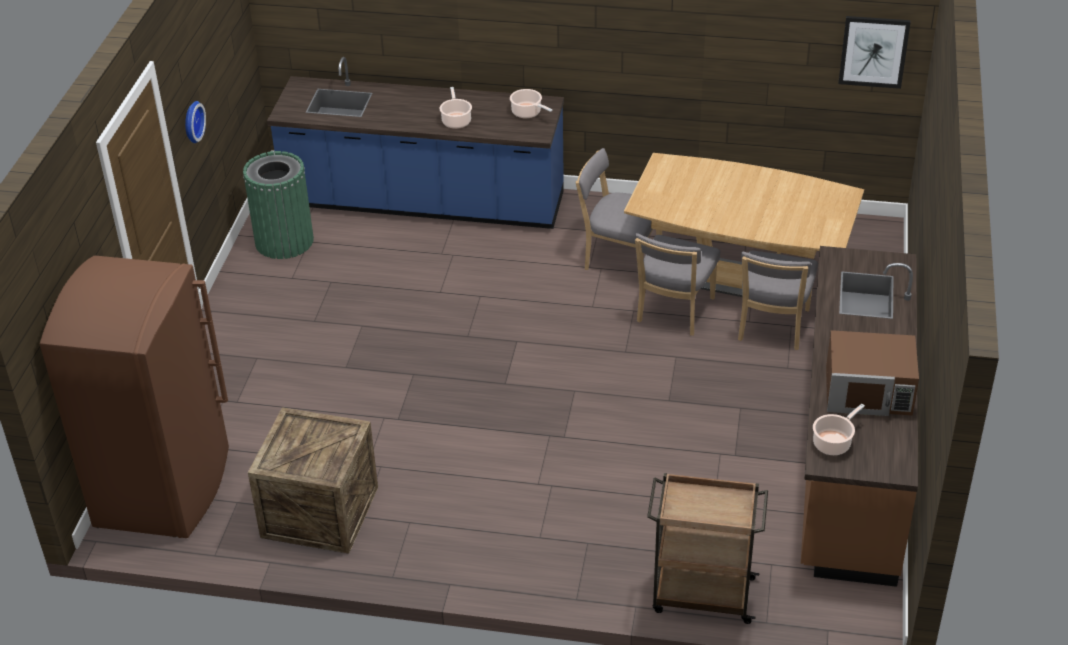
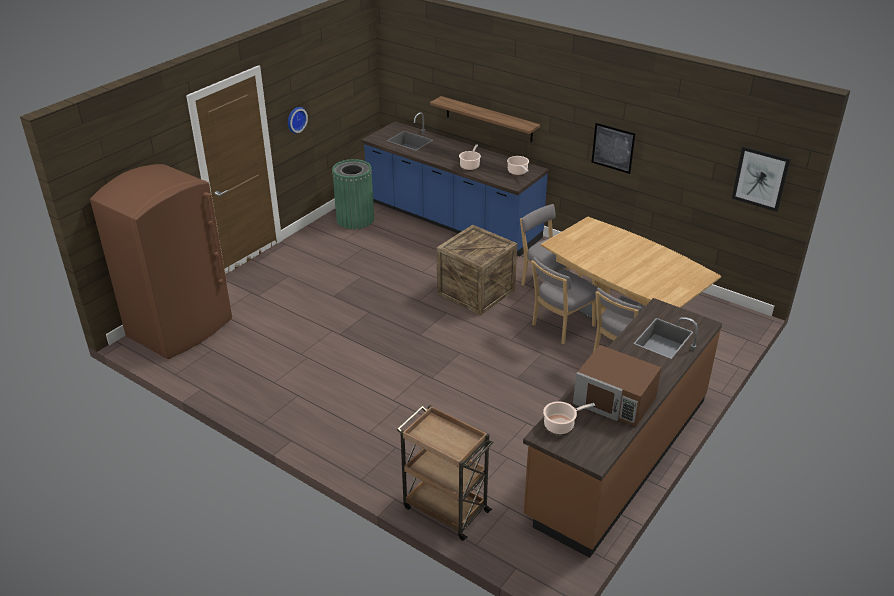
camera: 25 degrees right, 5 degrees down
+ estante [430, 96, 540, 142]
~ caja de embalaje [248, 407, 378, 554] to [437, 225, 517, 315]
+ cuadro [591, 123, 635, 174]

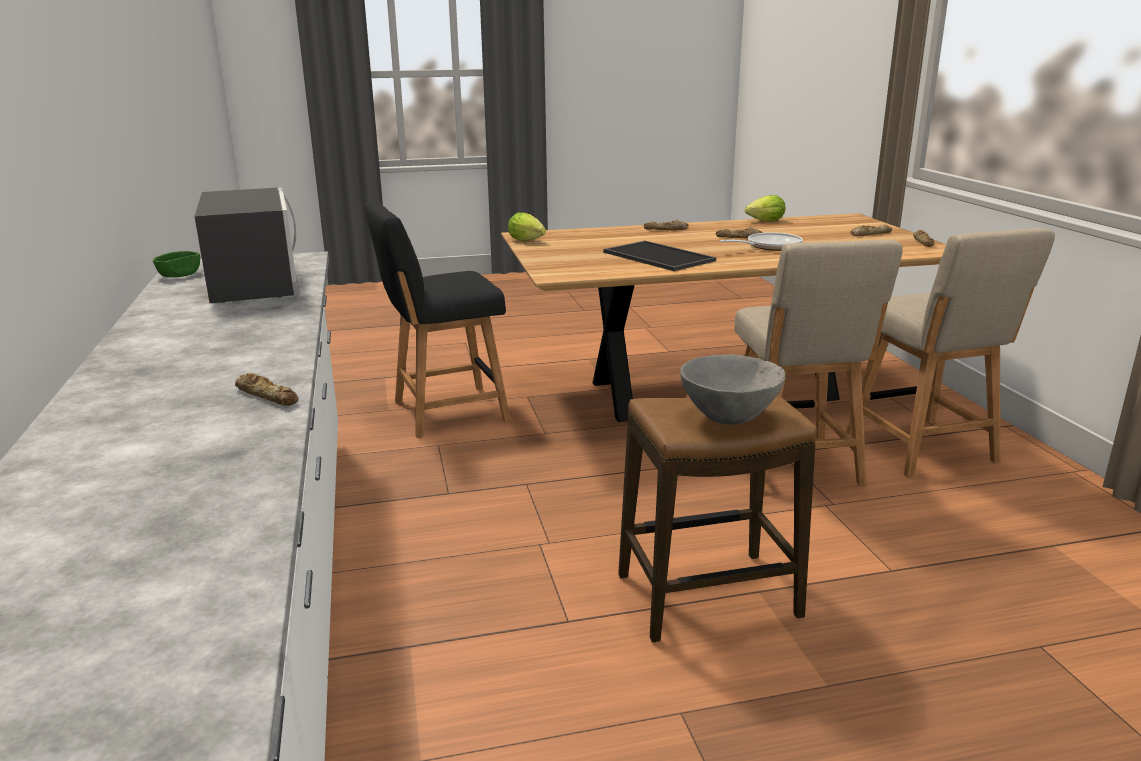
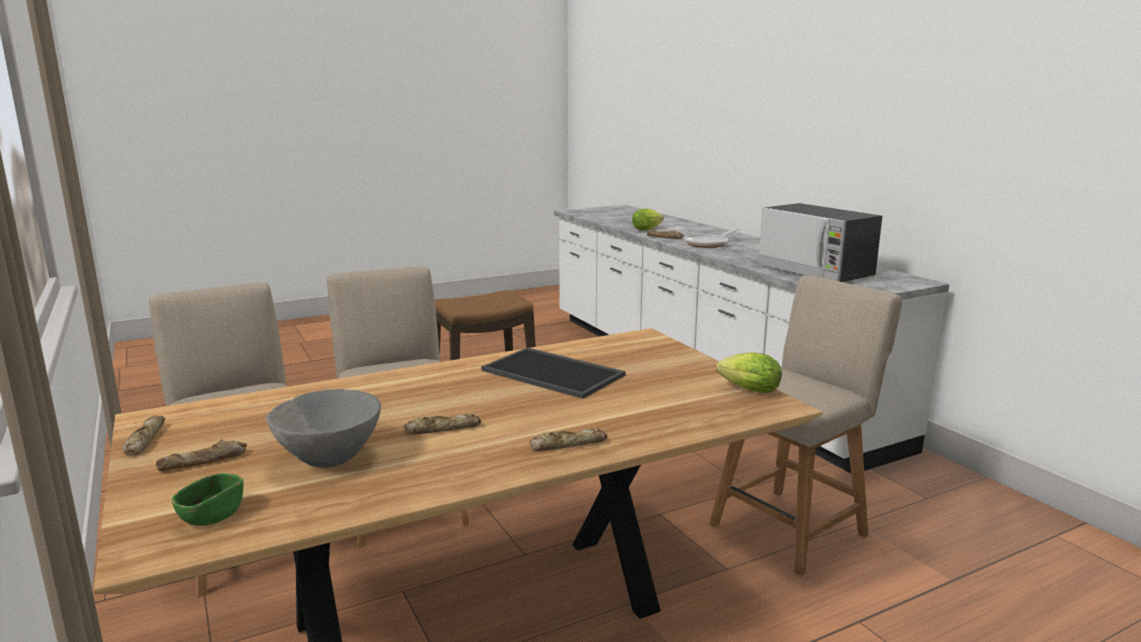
camera: 165 degrees right, 5 degrees down
~ cuenco (verde) [153, 251, 200, 278] to [172, 473, 244, 526]
~ cuenco (gris) [680, 355, 785, 425] to [266, 389, 381, 467]
~ lechuga [745, 195, 785, 221] to [632, 209, 664, 230]
~ sartén [719, 232, 803, 251] to [685, 228, 741, 248]
~ silla (negro) [364, 201, 511, 438] to silla (beis) [709, 276, 902, 577]

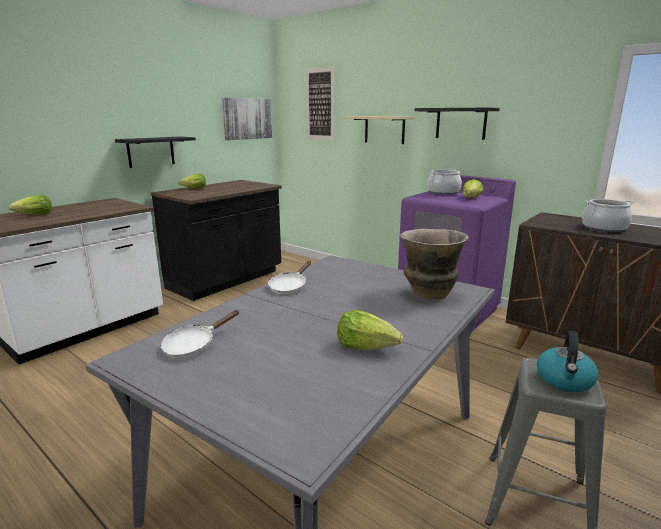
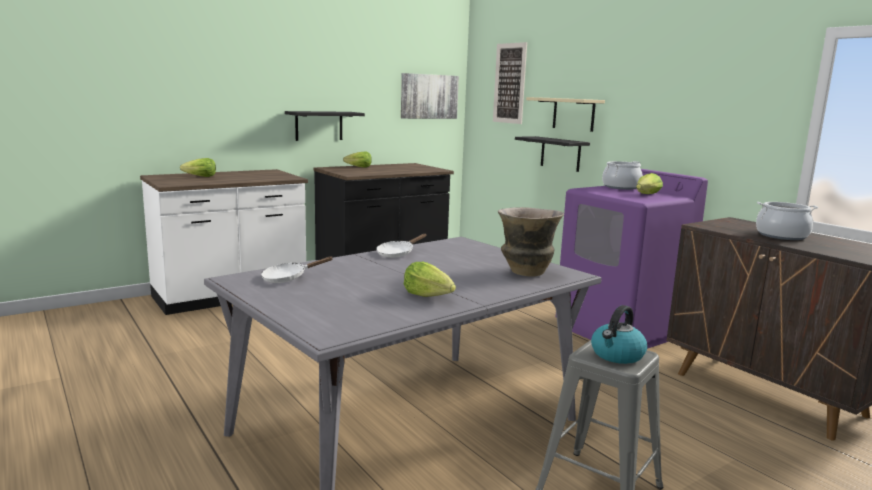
camera: 15 degrees right, 5 degrees down
~ estante (negro) [415, 108, 500, 140] to [515, 136, 590, 172]

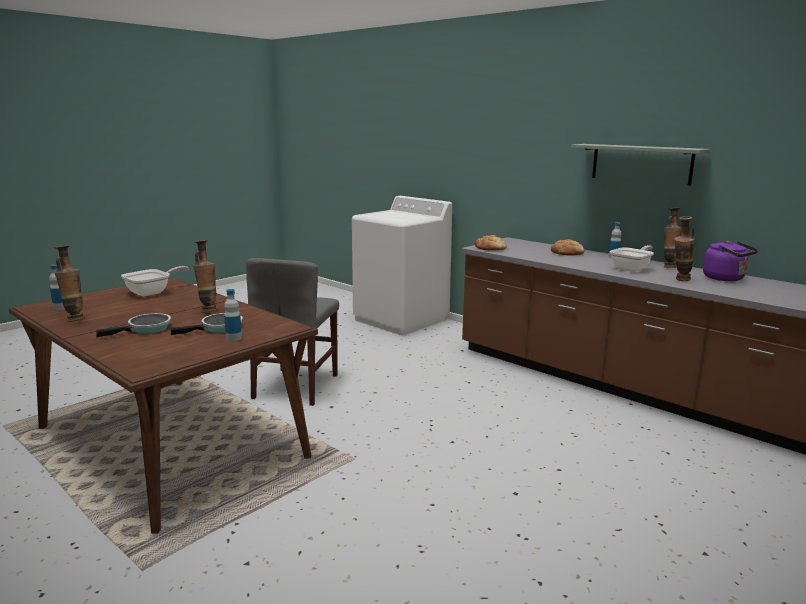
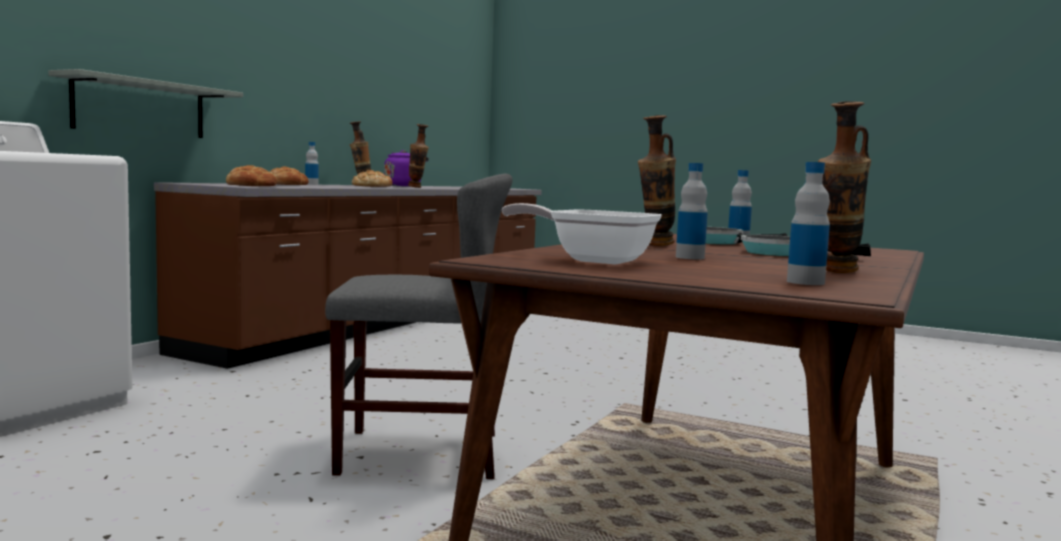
camera: 105 degrees left, 10 degrees down
~ estante (gris) [571, 144, 711, 186] to [48, 69, 243, 138]
~ sartén [610, 245, 654, 272] to pan [352, 170, 393, 187]
+ botella [676, 163, 708, 260]

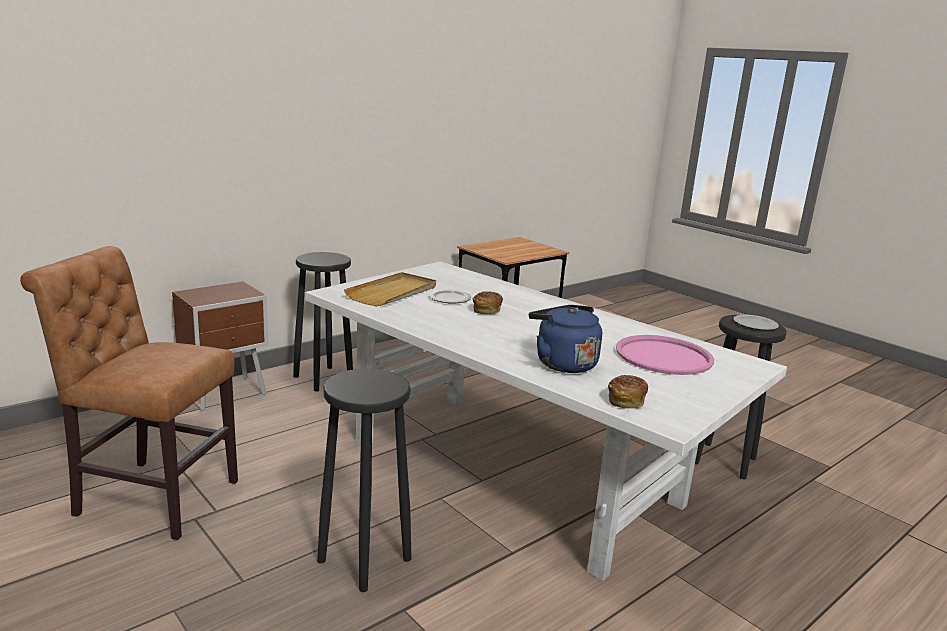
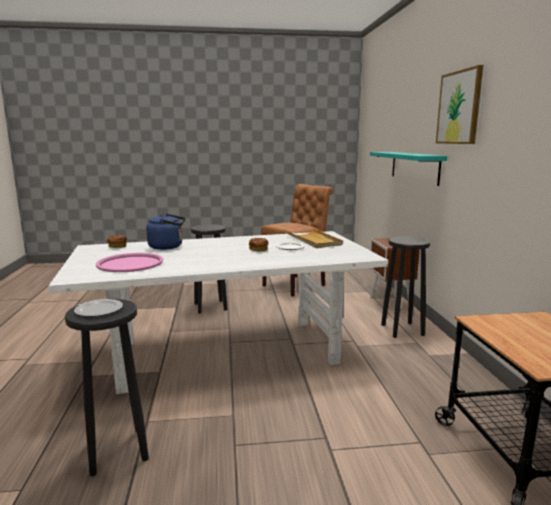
camera: 125 degrees right, 5 degrees down
+ estante (turquesa) [370, 152, 447, 186]
+ cuadro [436, 65, 483, 144]

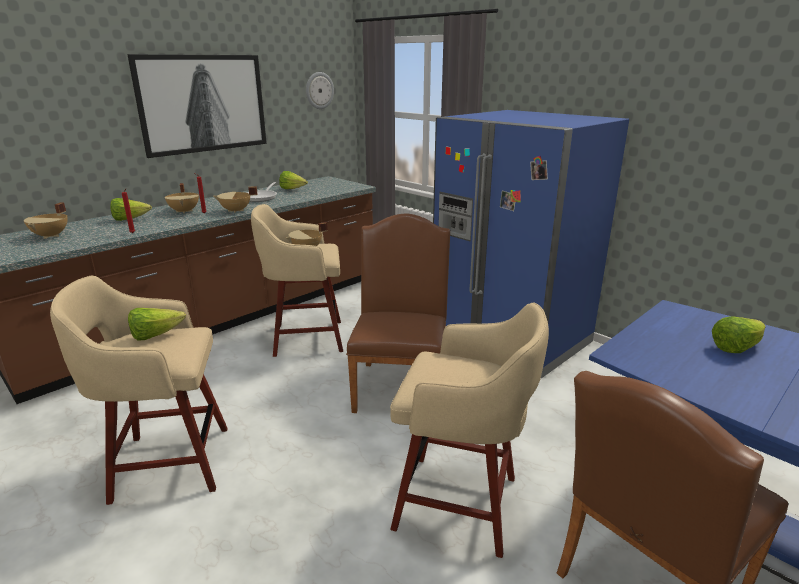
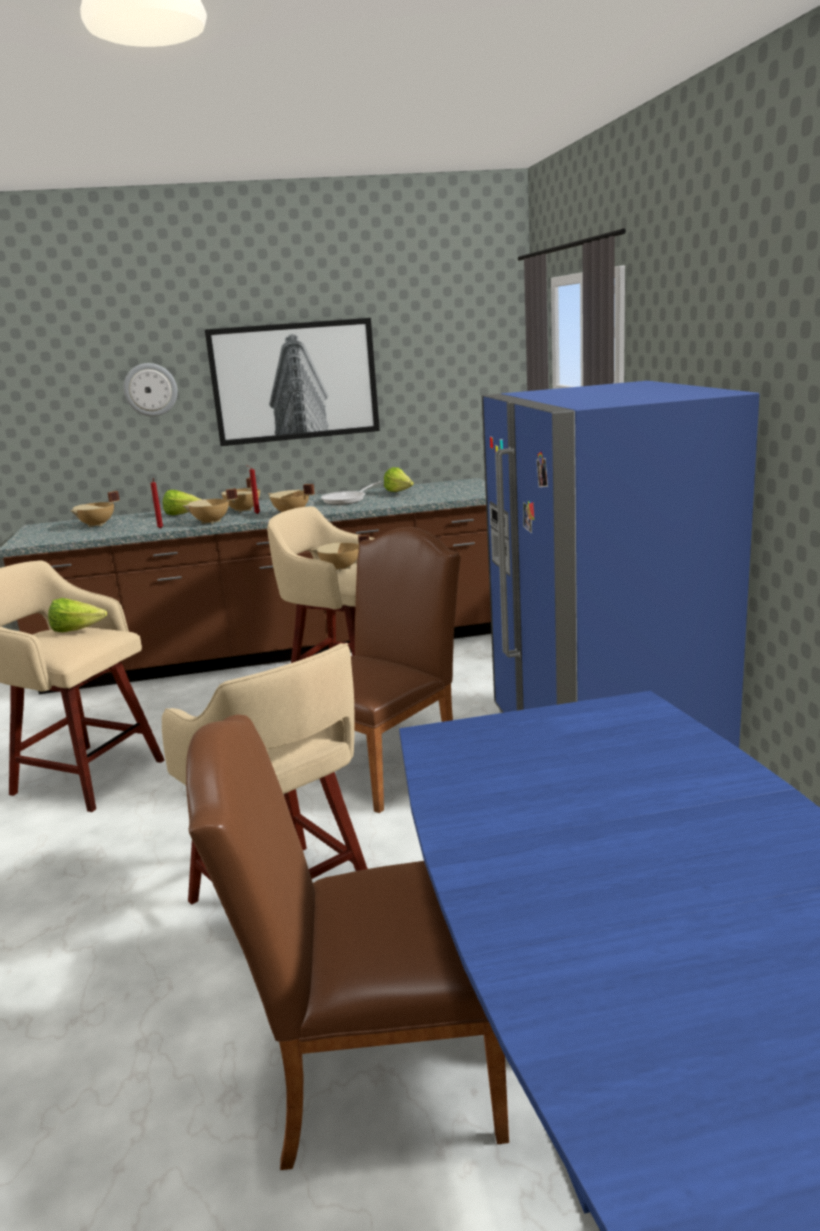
camera: 35 degrees right, 5 degrees down
~ reloj de pared [306, 72, 334, 109] to [124, 363, 178, 417]
+ olla (beis) [183, 488, 238, 524]
- lechuga [712, 316, 765, 353]

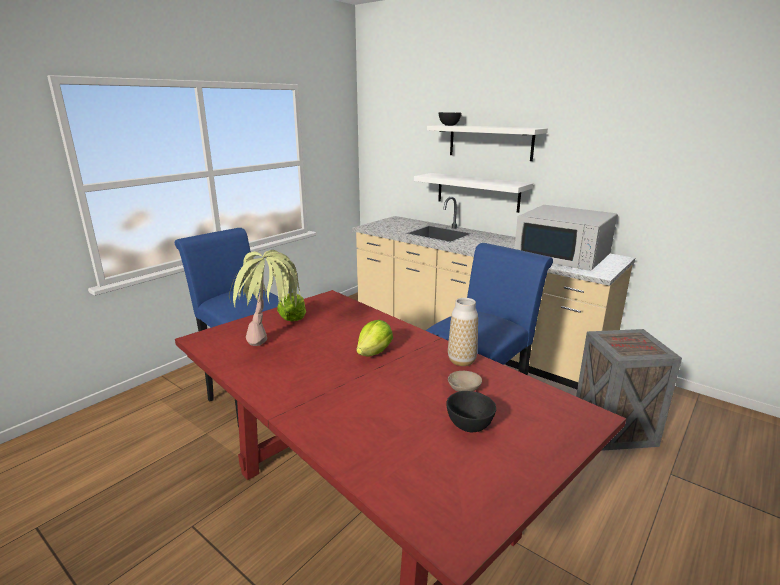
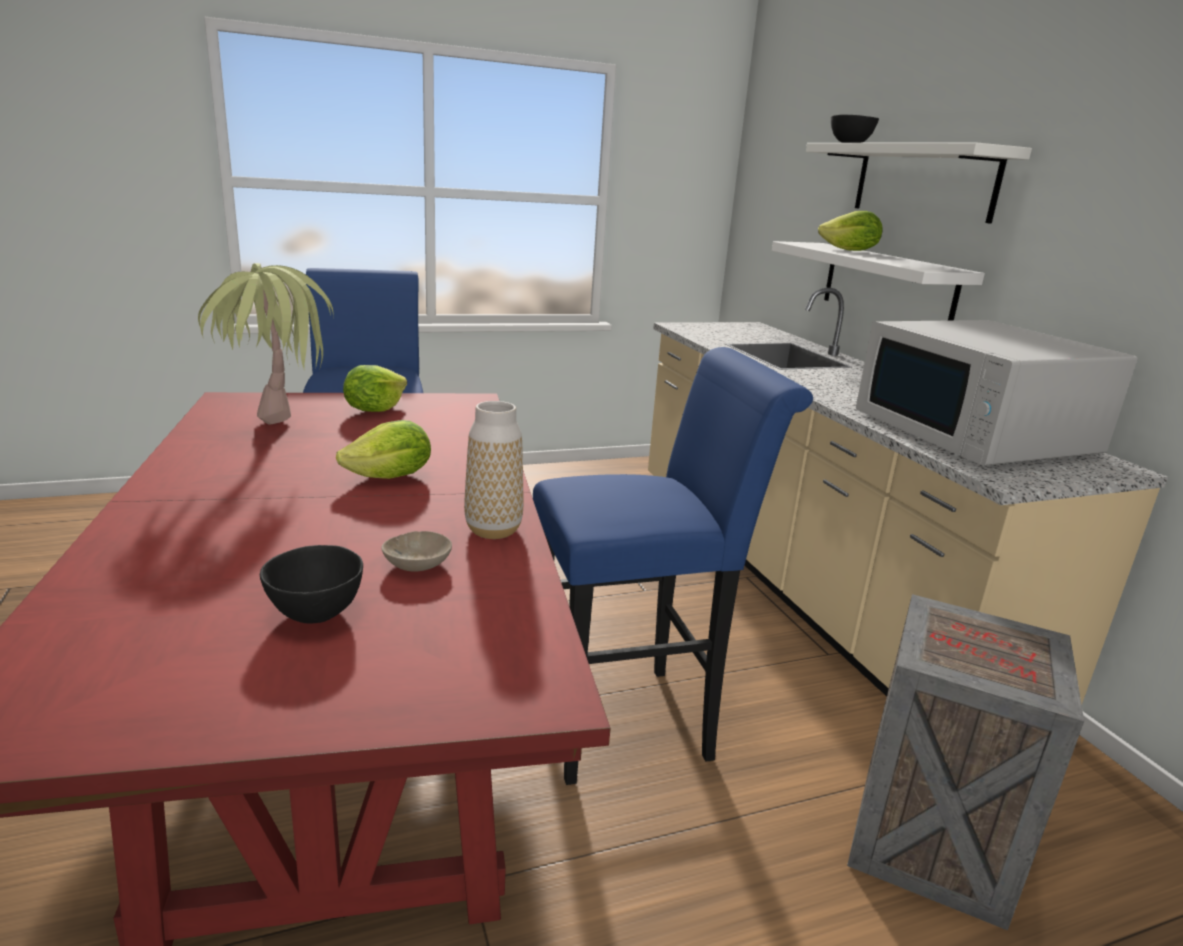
camera: 30 degrees right, 0 degrees up
+ lechuga [818, 211, 883, 251]

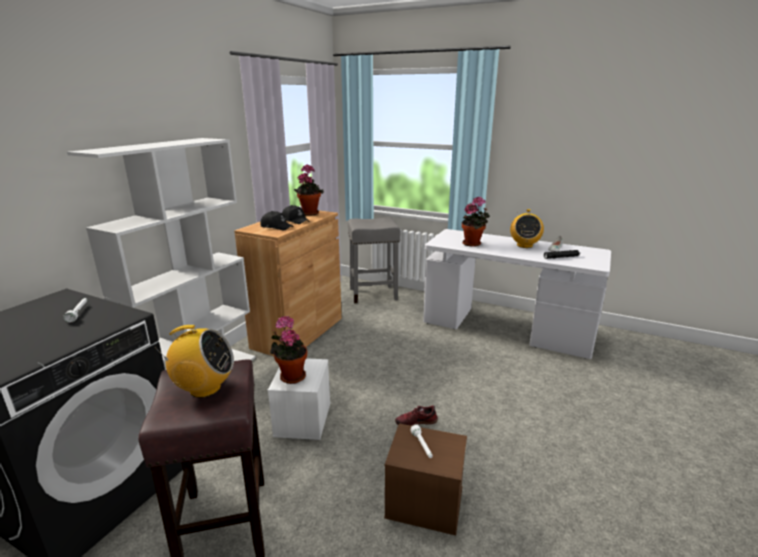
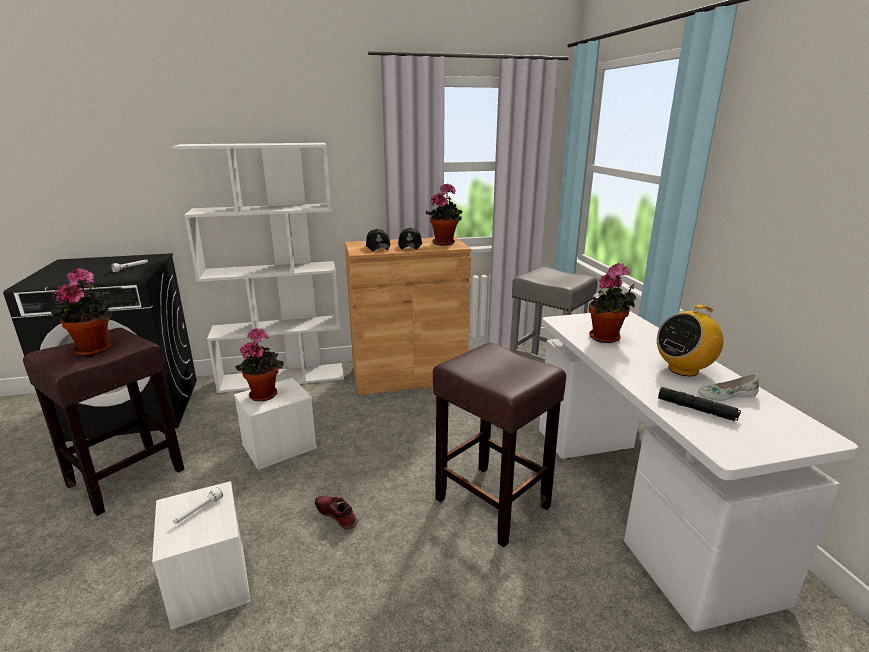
camera: 50 degrees right, 0 degrees up
~ radio [154, 325, 234, 398] to planta en maceta [51, 268, 113, 356]
~ caja de almacenaje (marrón) [384, 423, 467, 536] to caja de almacenaje (blanco) [152, 481, 251, 630]
+ taburete (marrón) [433, 342, 566, 547]

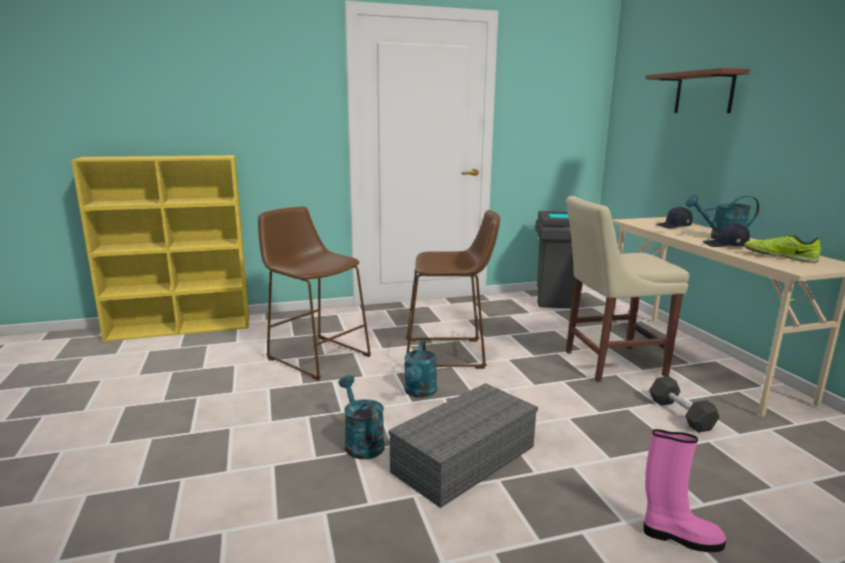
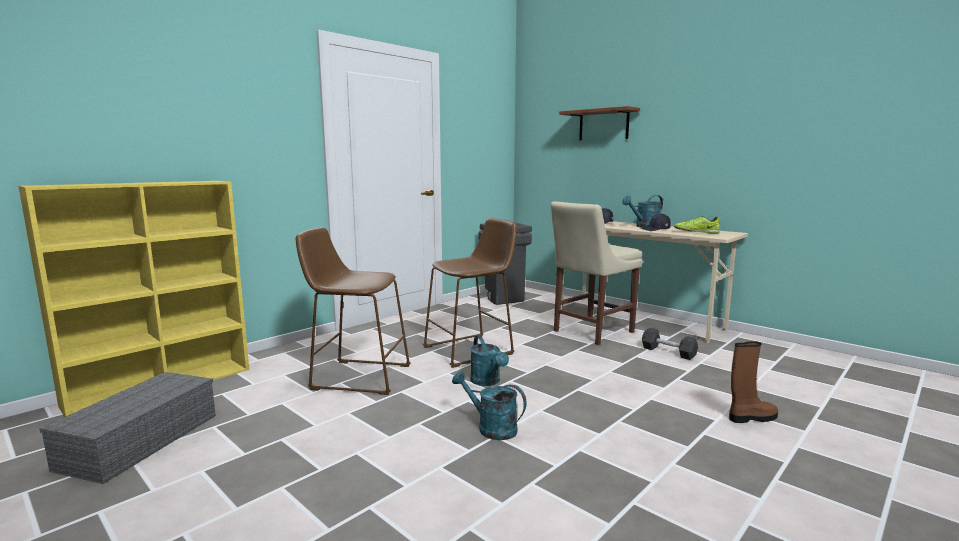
camera: 30 degrees left, 5 degrees down
~ caja de almacenaje (gris) [388, 383, 538, 508] to [39, 372, 216, 484]
~ bota (rosa) [643, 429, 726, 552] to bota (marrón) [729, 341, 778, 423]

